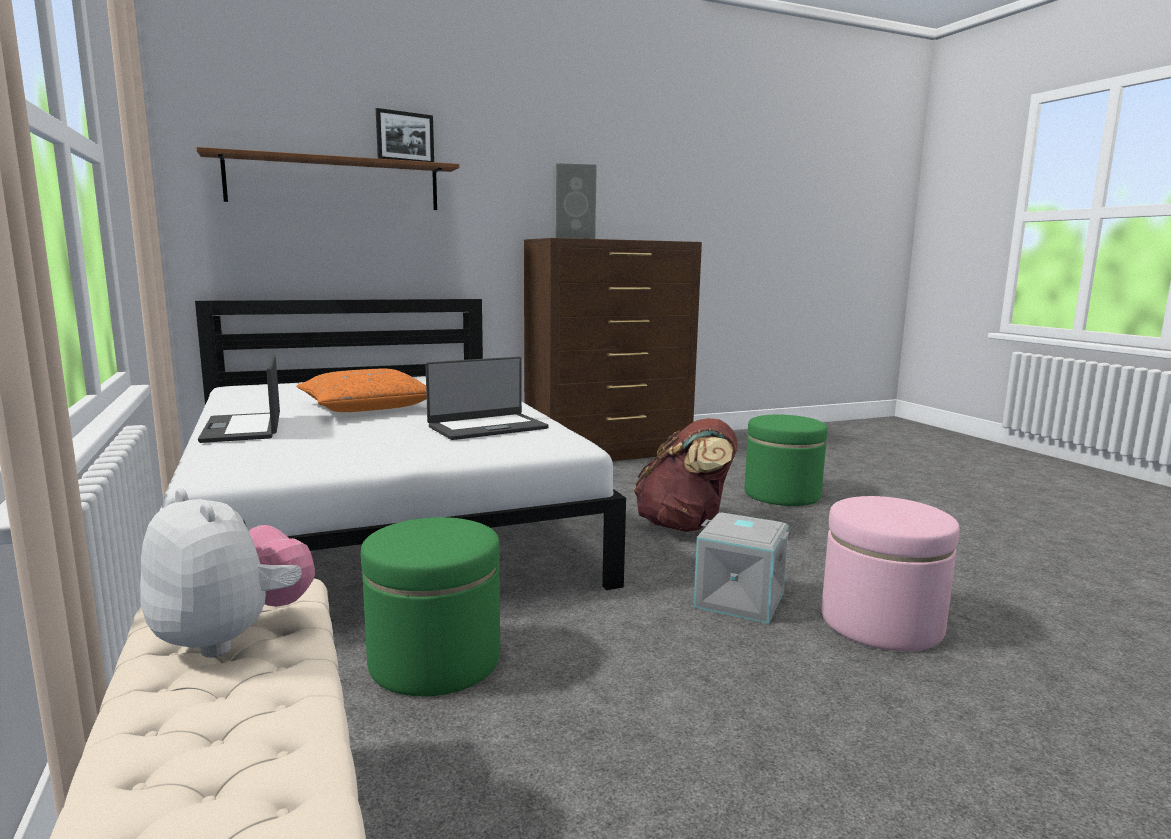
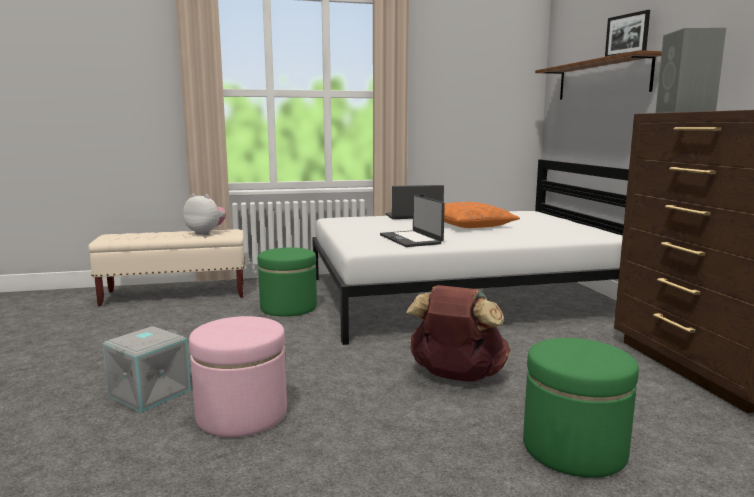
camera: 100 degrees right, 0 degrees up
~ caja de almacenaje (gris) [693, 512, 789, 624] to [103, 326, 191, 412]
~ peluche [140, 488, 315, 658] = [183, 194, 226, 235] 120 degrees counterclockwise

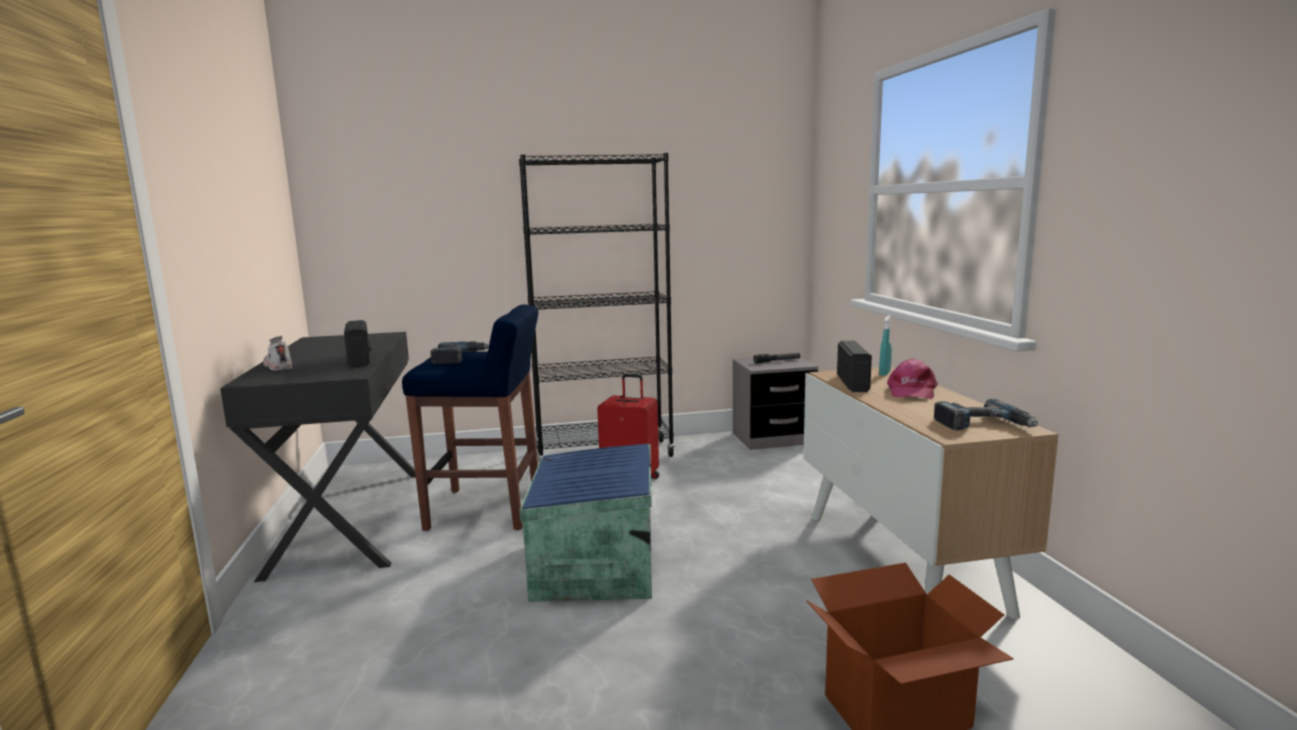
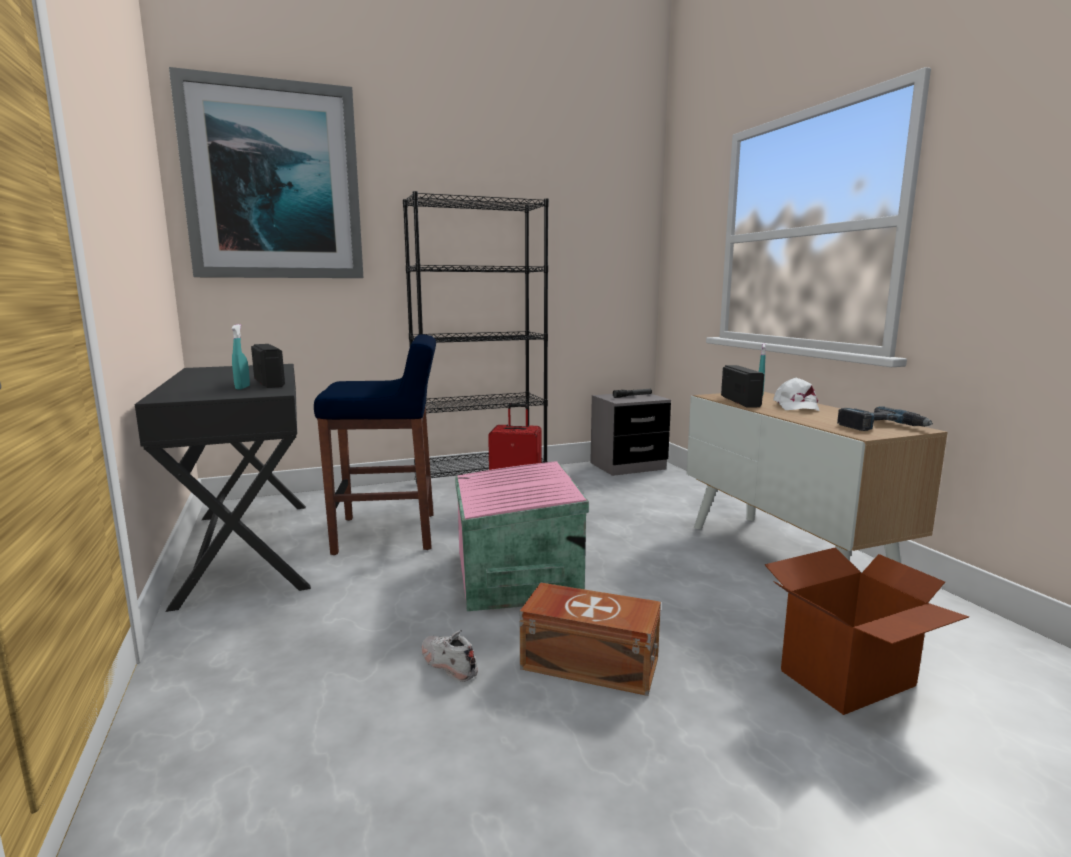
camera: 10 degrees left, 0 degrees up
+ cuadro [169, 67, 363, 278]
+ pulverizador (turquesa) [231, 324, 250, 389]
~ zapato (blanco) [263, 336, 292, 371] to [422, 630, 478, 682]
~ caja de almacenaje (azul) [519, 444, 652, 602] to caja de almacenaje (rosa) [455, 461, 589, 611]
+ caja de almacenaje (marrón) [520, 582, 661, 696]
~ gorra (rosa) [887, 358, 938, 400] to gorra (blanco) [773, 378, 819, 411]
- taladro [430, 341, 489, 364]

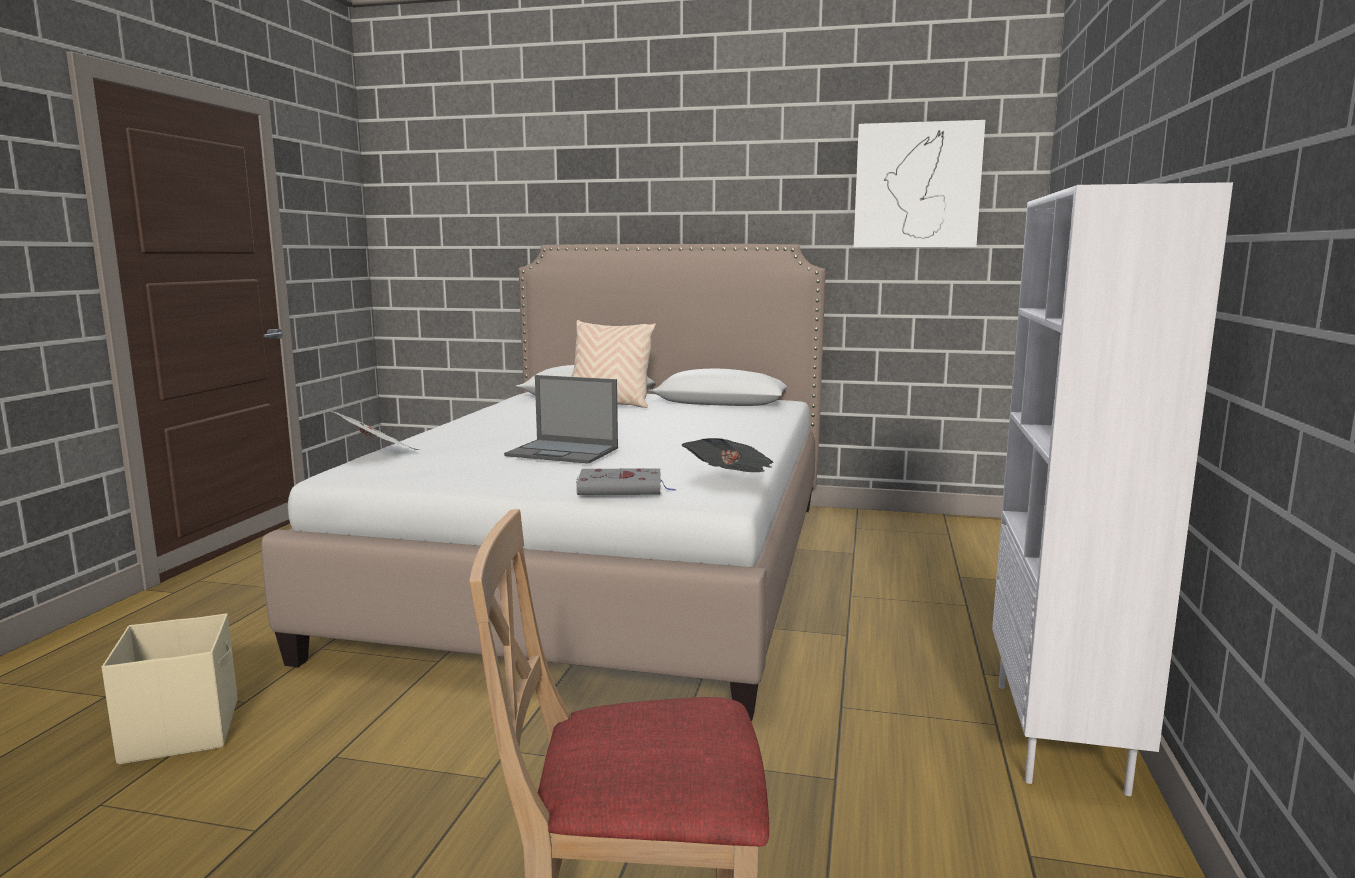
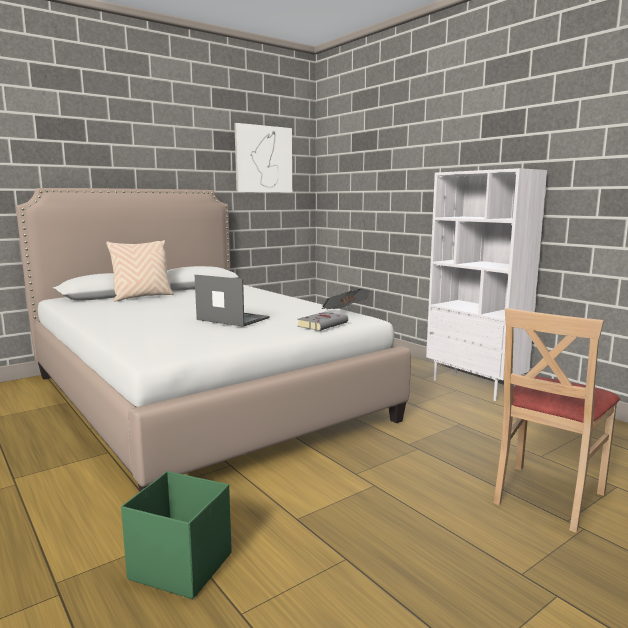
camera: 50 degrees left, 0 degrees up
~ caja de almacenaje (beis) [102, 613, 238, 764] to caja de almacenaje (verde) [121, 471, 232, 599]
~ portátil [504, 375, 618, 464] = [195, 275, 270, 327] 120 degrees counterclockwise
- periódico [328, 410, 420, 450]

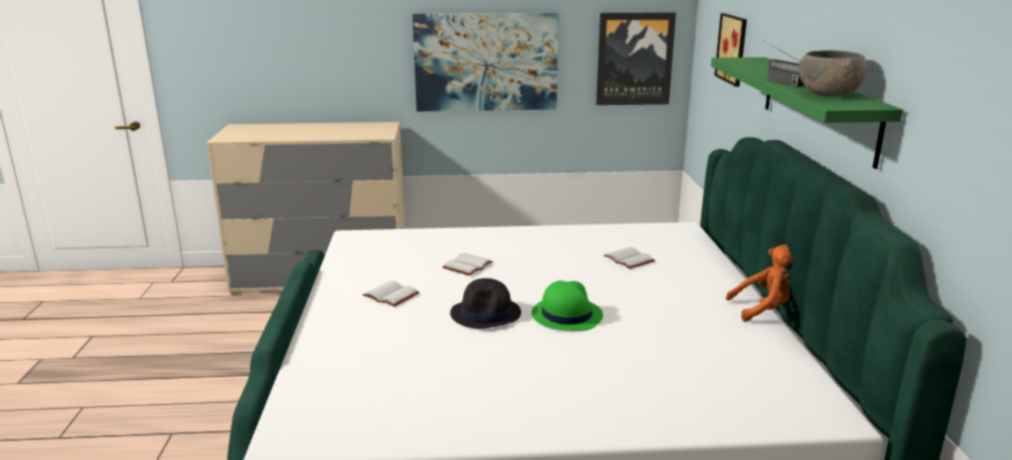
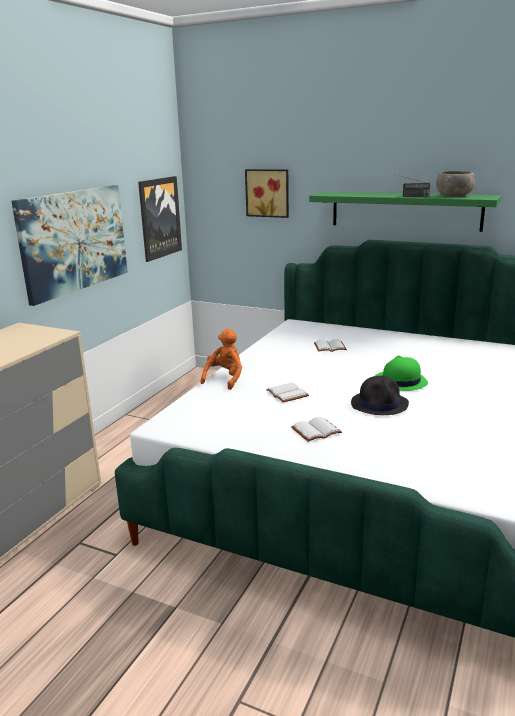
camera: 60 degrees left, 0 degrees up
~ peluche (naranja) [726, 245, 792, 322] to [201, 329, 242, 390]

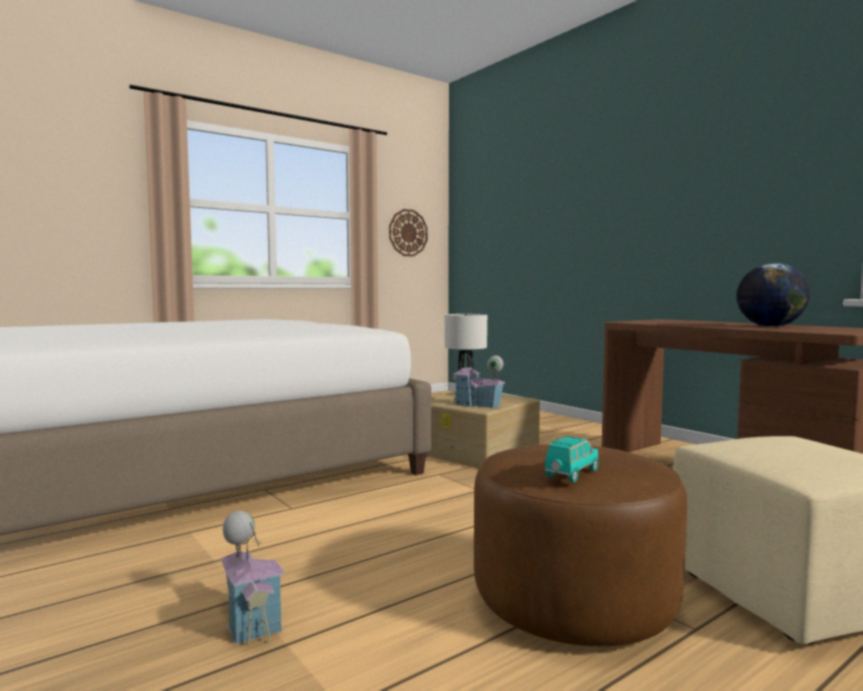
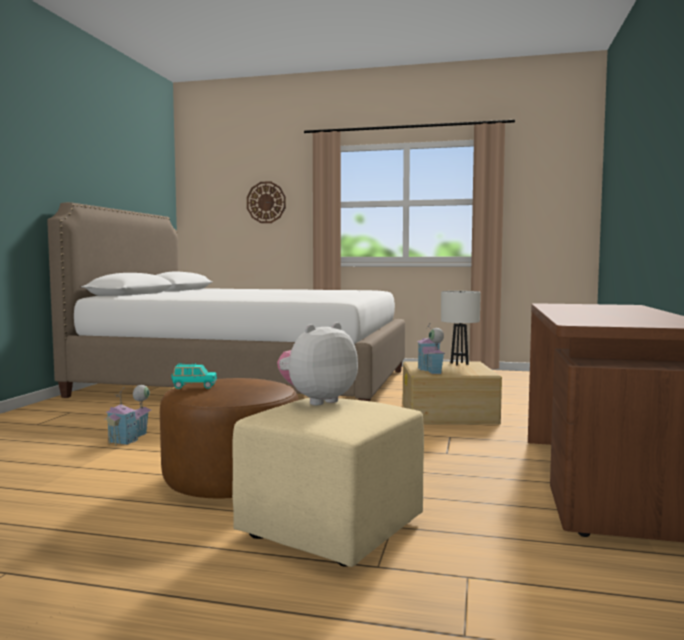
camera: 50 degrees right, 0 degrees up
~ reloj de pared [389, 209, 428, 257] to [247, 181, 286, 223]
+ peluche [277, 322, 358, 405]
- globo terráqueo [736, 263, 810, 327]

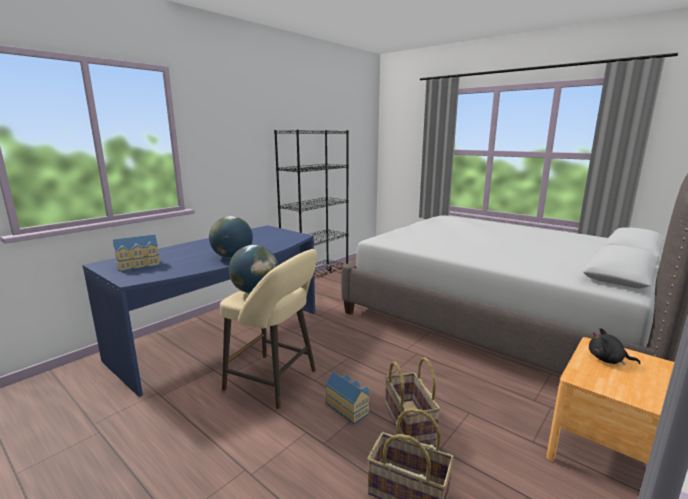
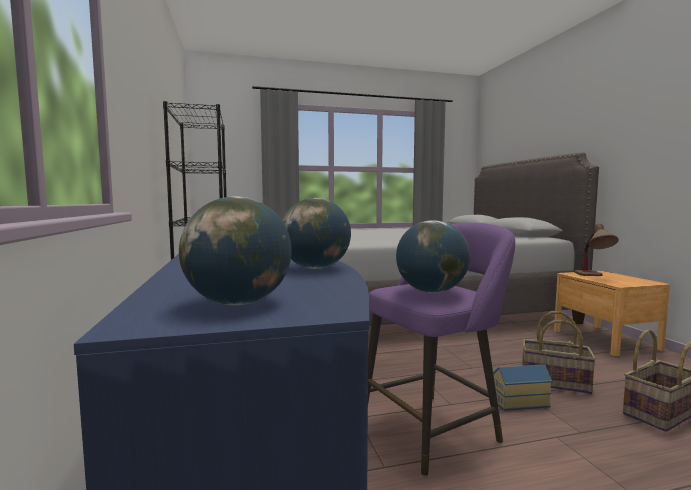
camera: 55 degrees left, 10 degrees down
~ casita [113, 235, 161, 272] to globo terráqueo [179, 196, 292, 305]
~ taburete (beis) [220, 249, 317, 410] to taburete (morado) [368, 222, 515, 477]
~ peluche (negro) [589, 328, 641, 365] to lámpara de mesa [574, 224, 619, 276]

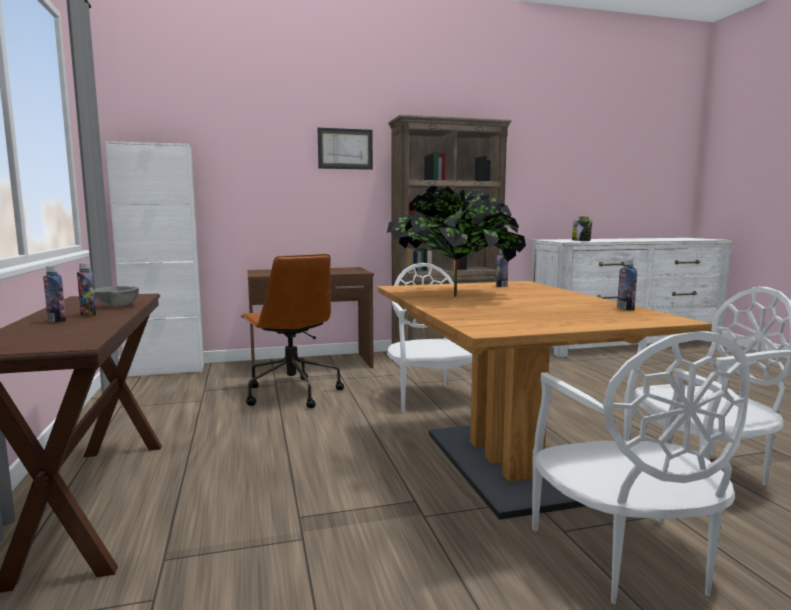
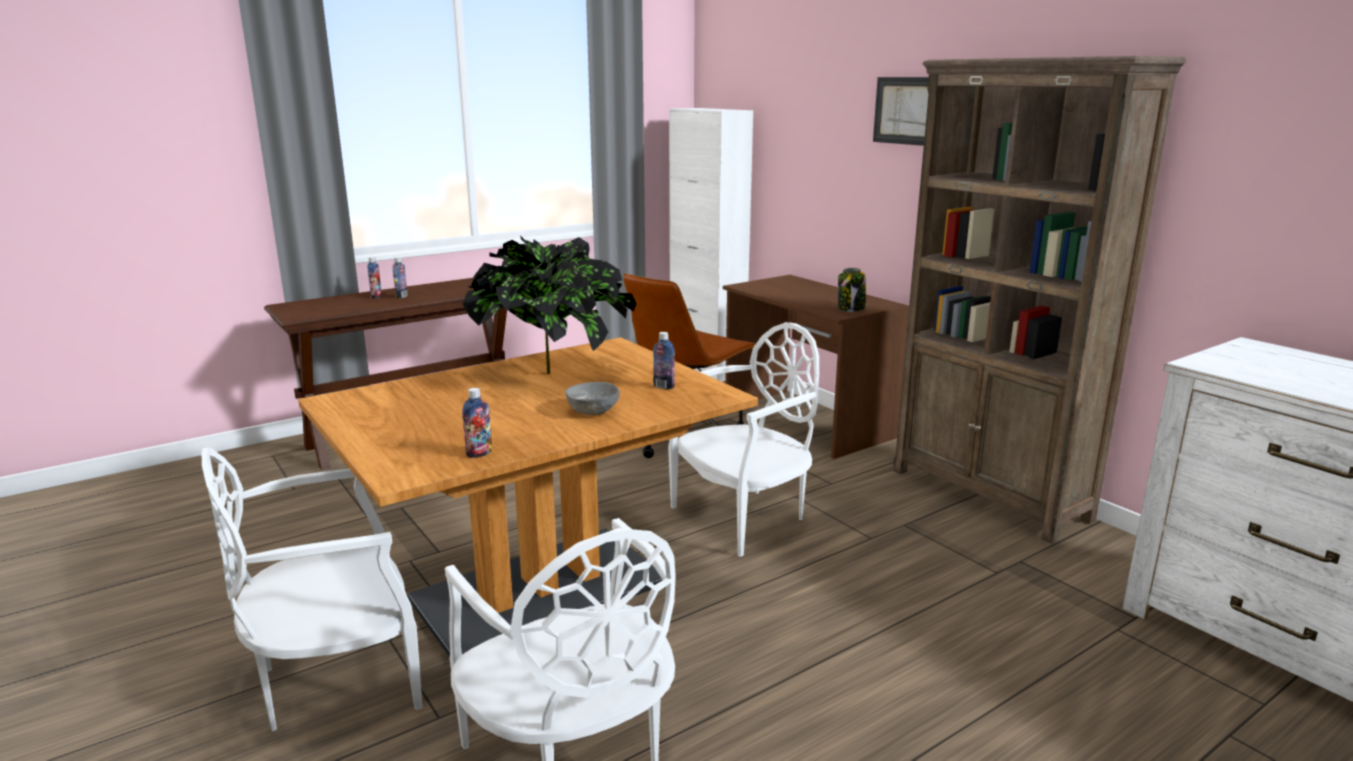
camera: 70 degrees right, 10 degrees up
~ cuenco (gris) [94, 286, 139, 307] to [565, 382, 620, 415]
~ tarro [572, 216, 592, 241] to [838, 268, 866, 312]

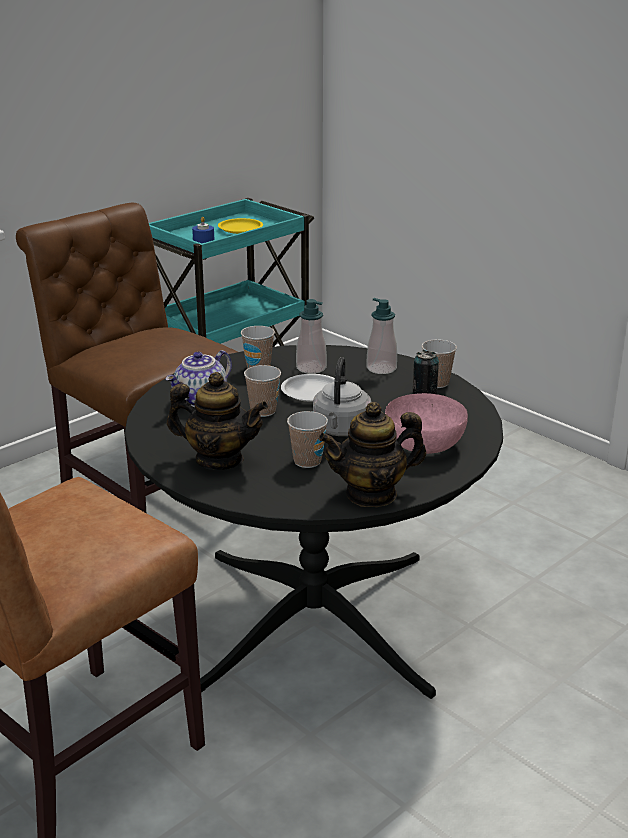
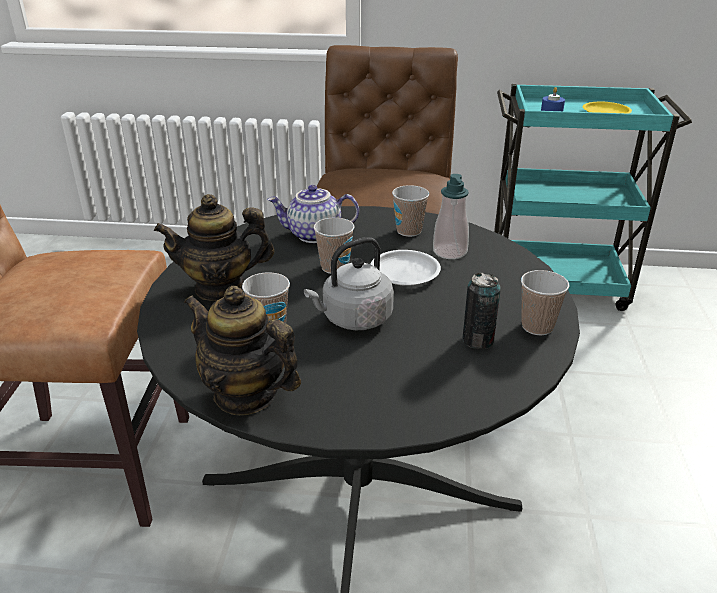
camera: 50 degrees right, 5 degrees up
~ tetera [167, 372, 268, 470] = [154, 194, 274, 301] 105 degrees clockwise
- dispensador de jabón [366, 298, 397, 374]
- cuenco (rosa) [385, 393, 468, 454]

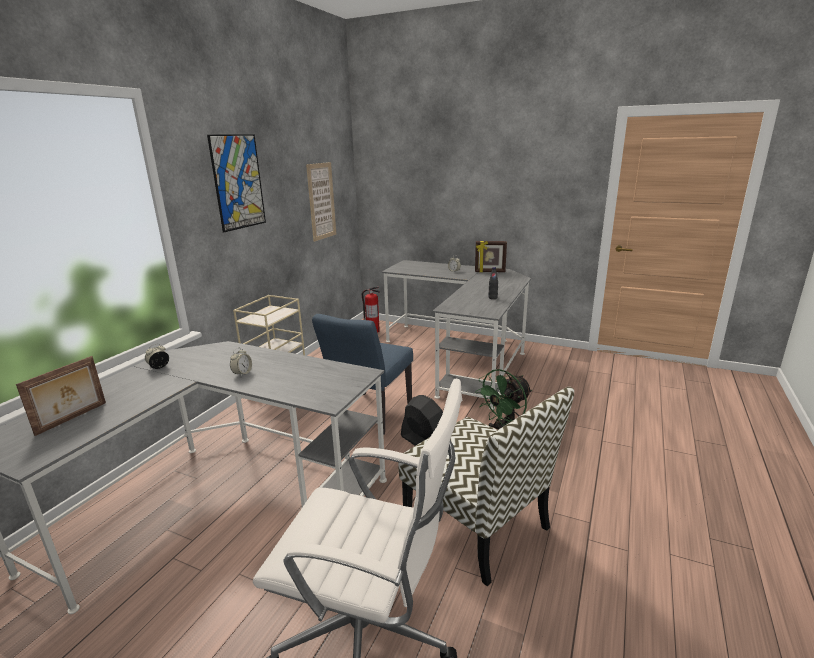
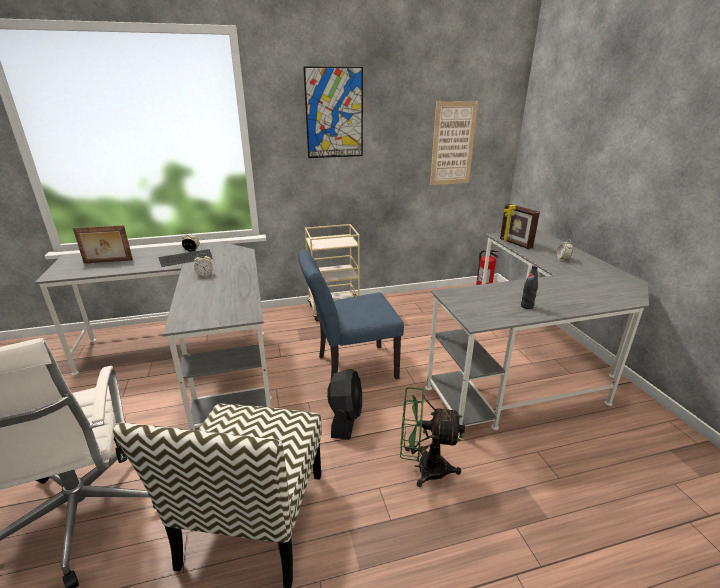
camera: 50 degrees right, 5 degrees up
+ teclado [158, 249, 212, 267]
~ portarretratos [475, 241, 507, 272] to [500, 204, 540, 249]

